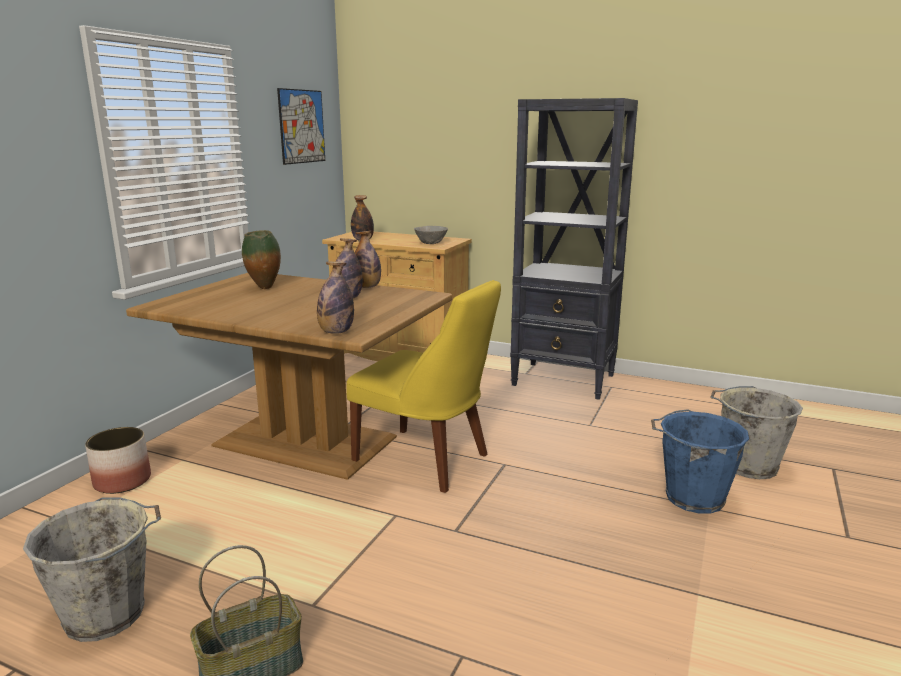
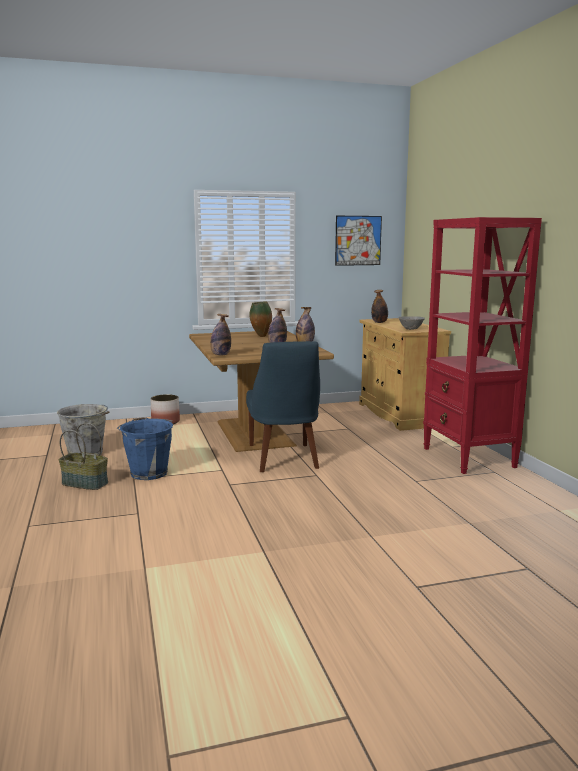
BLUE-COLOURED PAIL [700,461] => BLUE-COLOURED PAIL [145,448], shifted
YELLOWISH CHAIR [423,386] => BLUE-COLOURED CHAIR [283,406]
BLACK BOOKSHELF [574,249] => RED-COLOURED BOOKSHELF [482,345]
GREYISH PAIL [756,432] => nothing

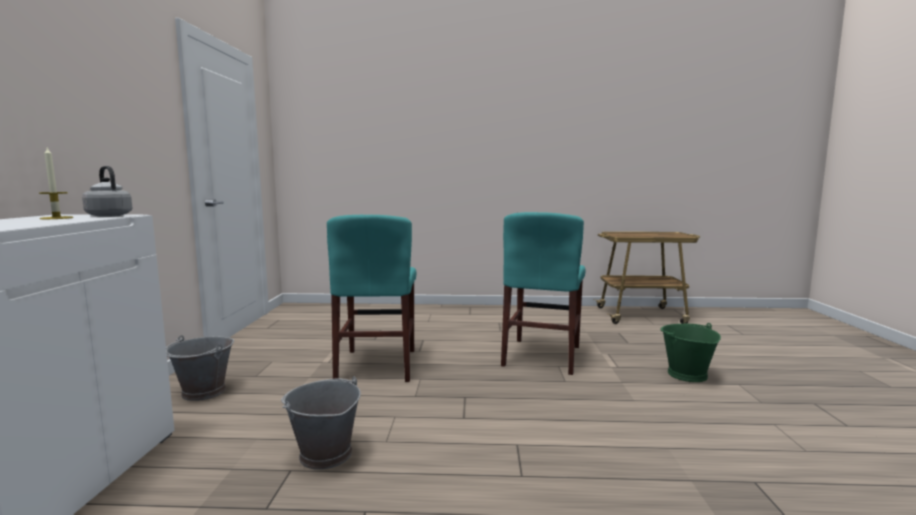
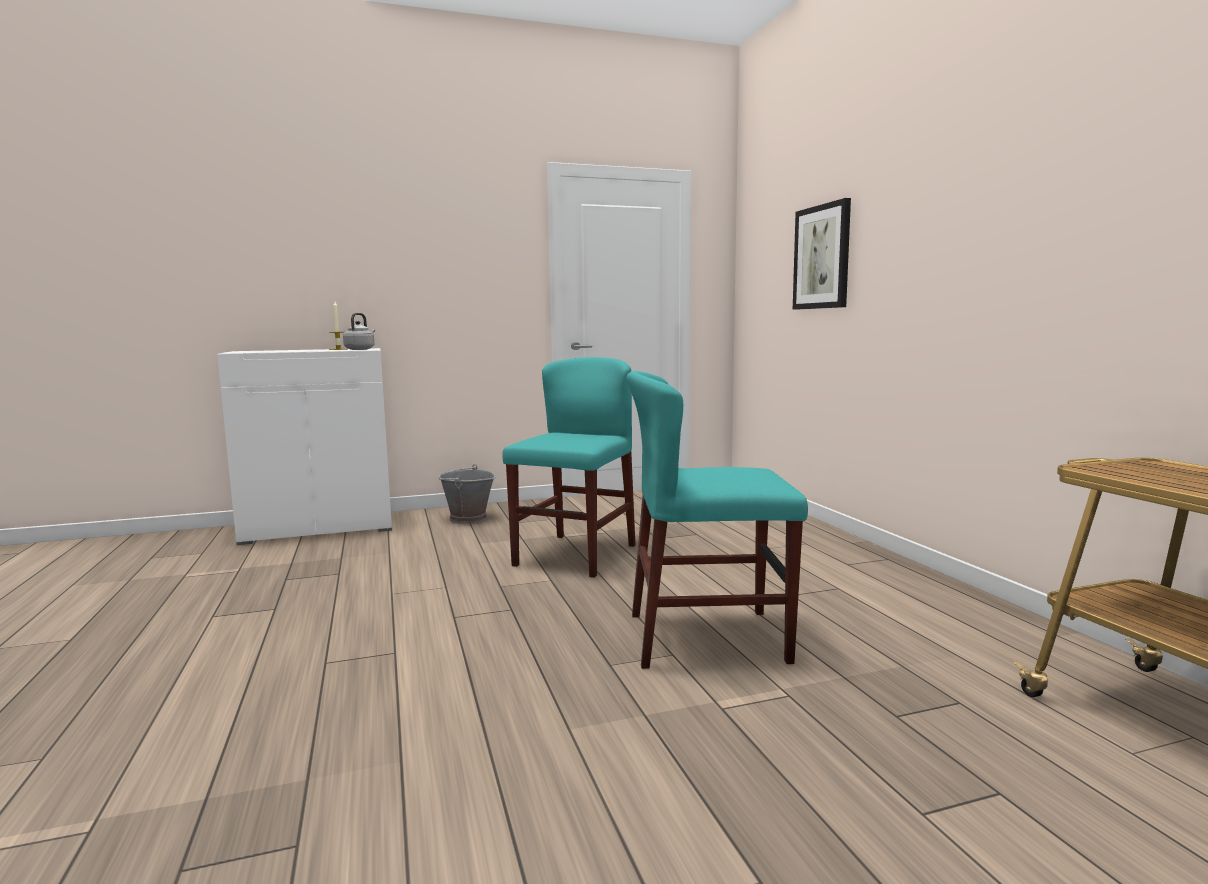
BLUE-GREEN CHAIR [371,298] => BLUE-GREEN CHAIR [568,467], 135 degrees clockwise
nothing => WALL PICTURE [822,254]
GREYISH PAIL [321,423] => nothing
GREEN PAIL [690,352] => nothing

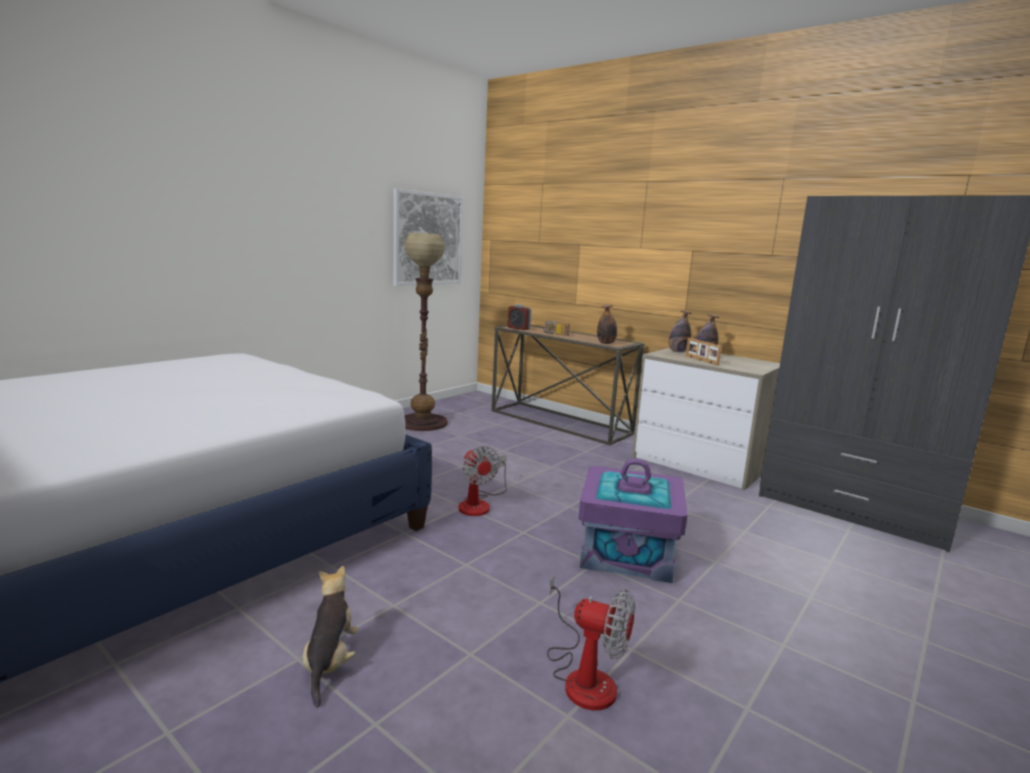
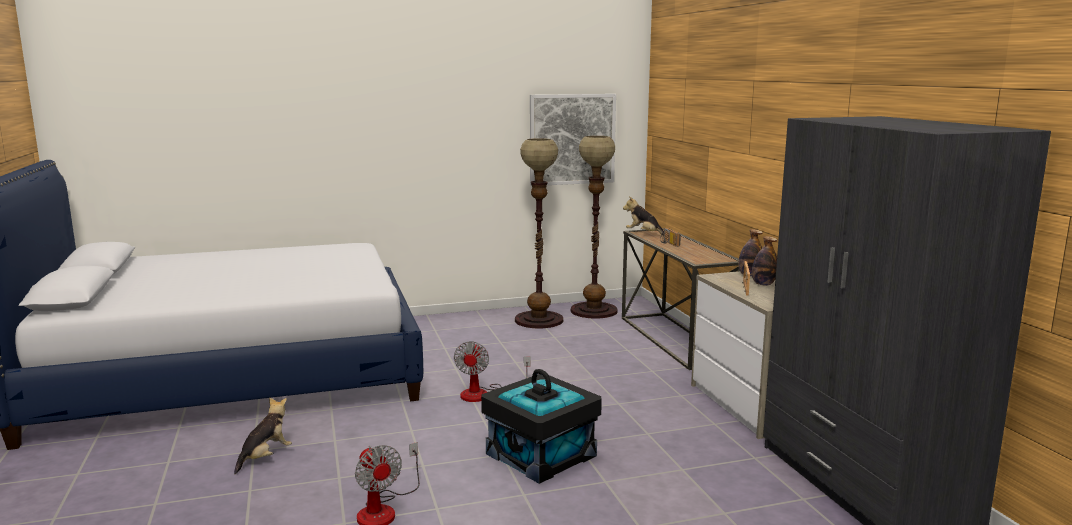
PURPLE-COLOURED STORAGE CONTAINER [633,521] => BLACK STORAGE CONTAINER [541,426]
nothing => STANDING LAMP [594,227]
BEDSIDE CLOCK [519,317] => PLUSH TOY [643,215]
BOTTLE [607,324] => nothing

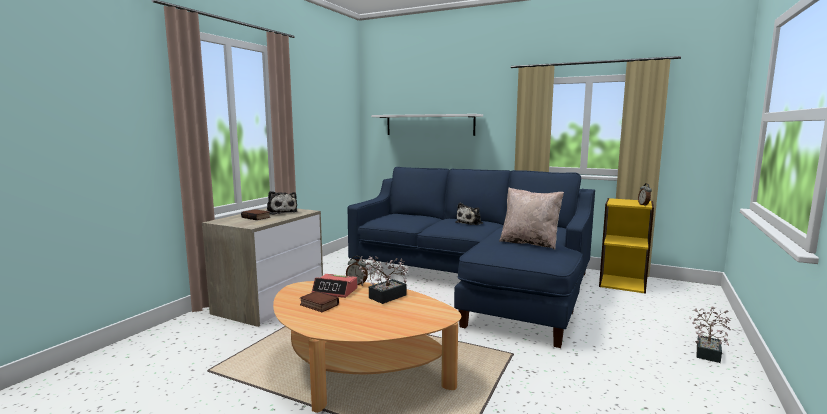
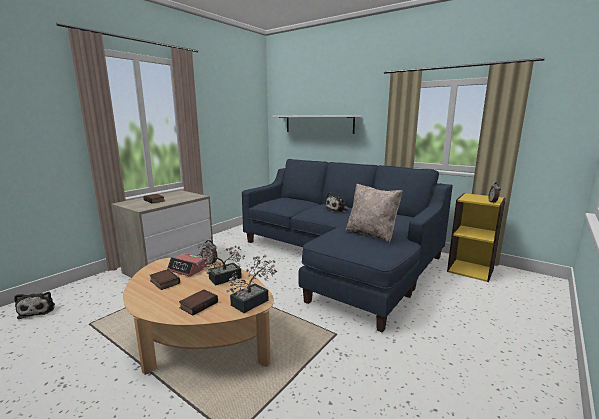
PLUSH TOY [281,203] => PLUSH TOY [34,305], shifted
nothing => BOUND BOOK [198,302]
POTTED PLANT [710,334] => POTTED PLANT [251,284], shifted

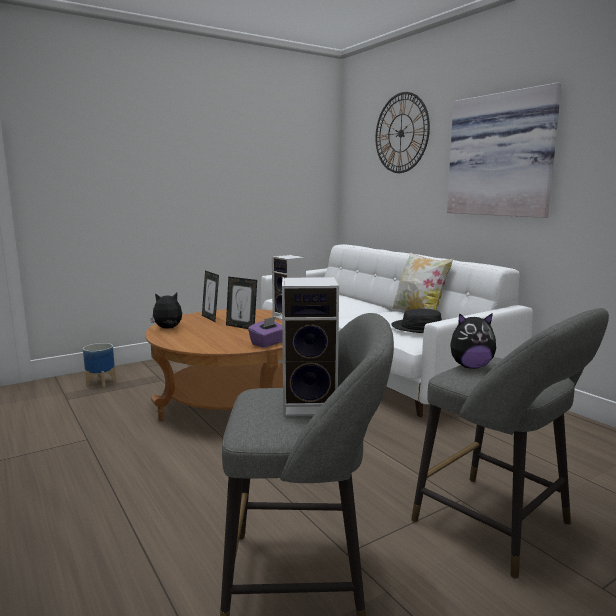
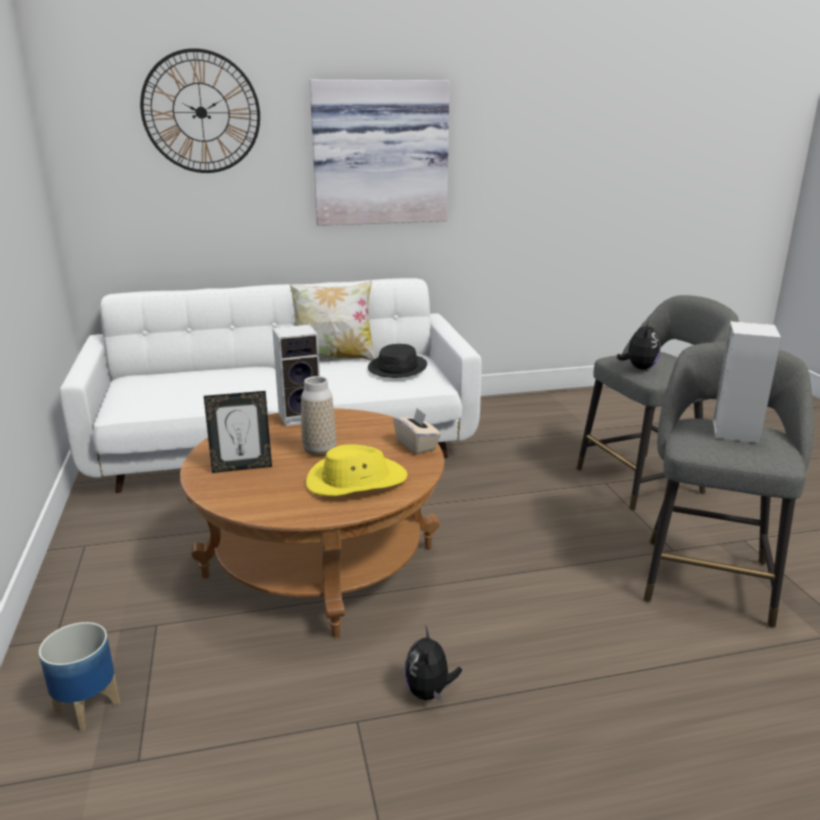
PICTURE FRAME [241,303] => FLOWER VASE [318,416]
nothing => YELLOWISH CLOTHING HAT [357,470]
PURPLE-COLOURED TISSUE BOX [265,332] => BEIGE-COLOURED TISSUE BOX [417,431]
PLUSH TOY [166,311] => PLUSH TOY [433,663], shifted

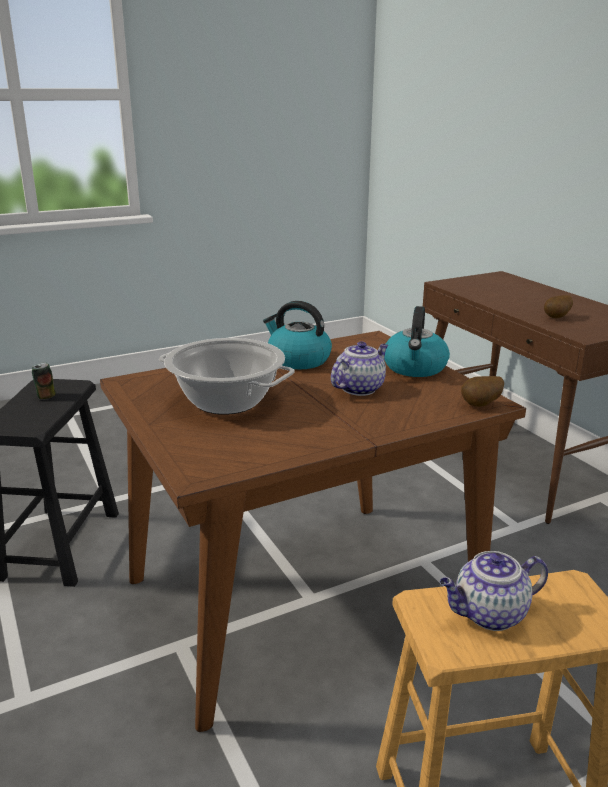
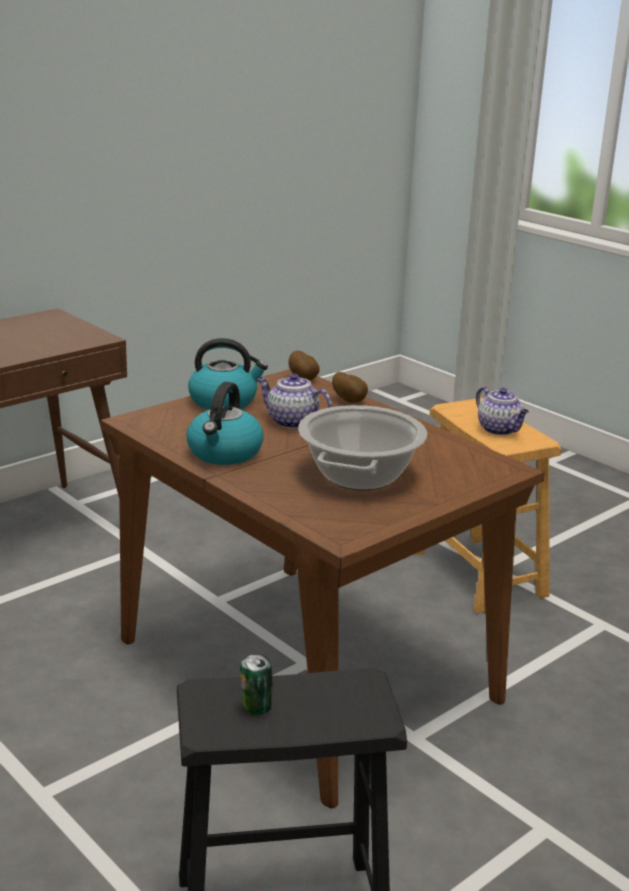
WHOLE POTATO [558,306] => WHOLE POTATO [350,387], shifted

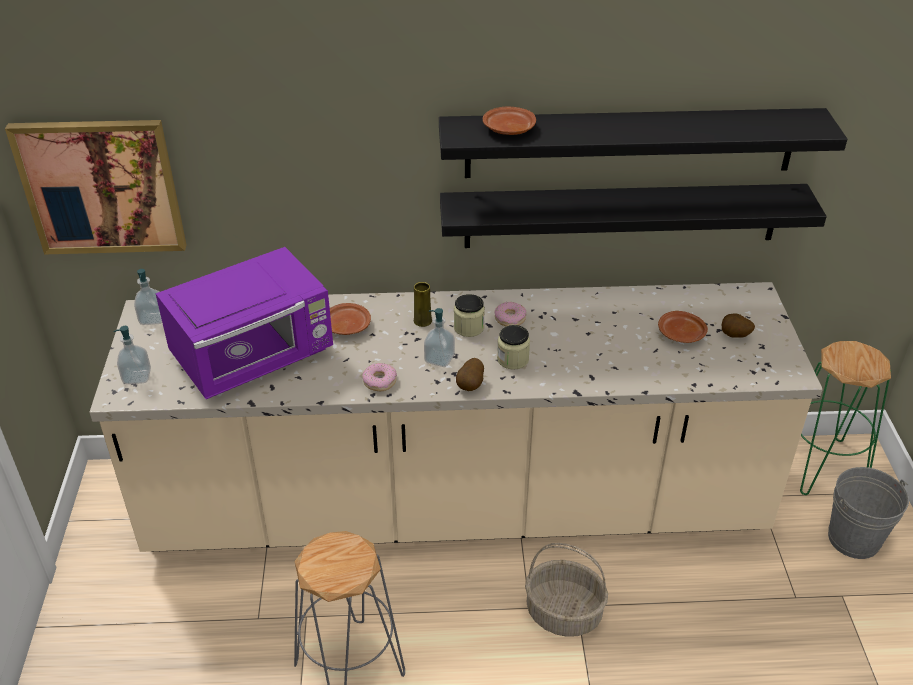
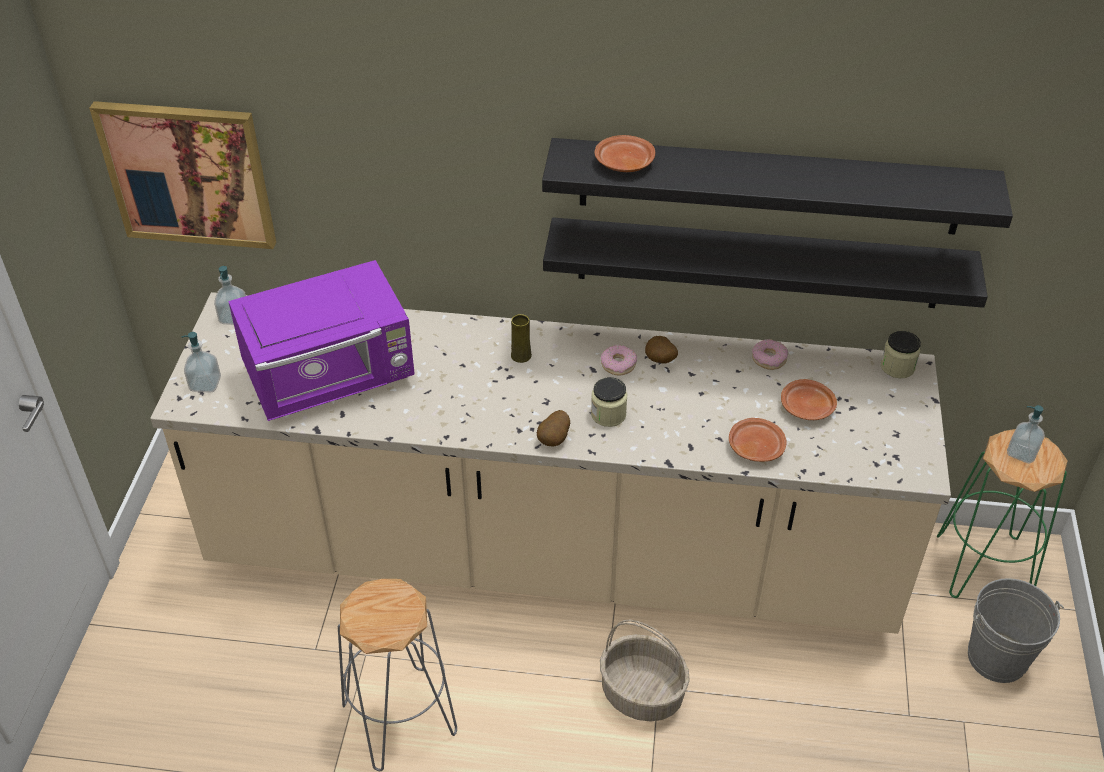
WHOLE POTATO [738,325] => WHOLE POTATO [661,350], shifted
BROWN-COLOURED DINNER PLATE [350,319] => BROWN-COLOURED DINNER PLATE [757,440], shifted
DONUT [379,377] => DONUT [770,354], shifted
STORAGE JAR [469,315] => STORAGE JAR [901,354], shifted
SOAP DISPENSER [439,337] => SOAP DISPENSER [1026,434], shifted

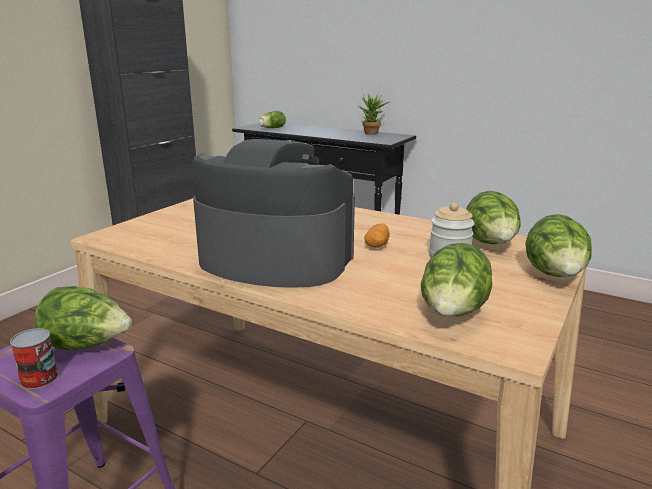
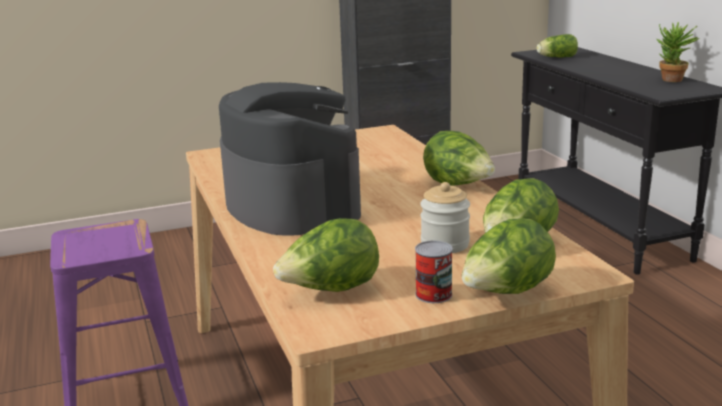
SEALED CAN [34,358] => SEALED CAN [434,272], shifted
LETTUCE HEAD [83,318] => LETTUCE HEAD [459,158], shifted
WHOLE POTATO [377,235] => nothing

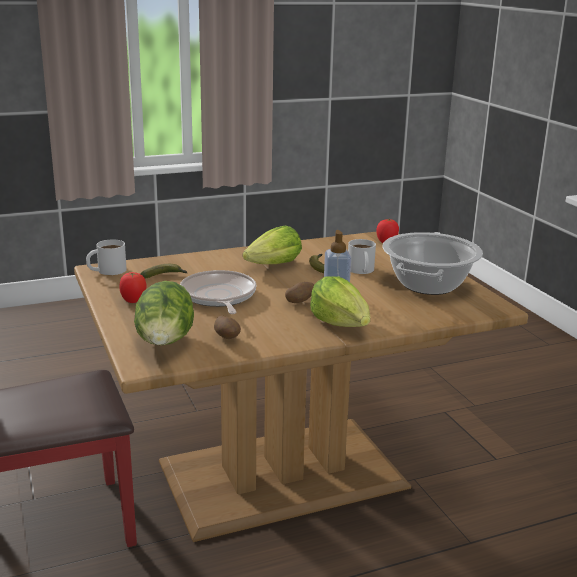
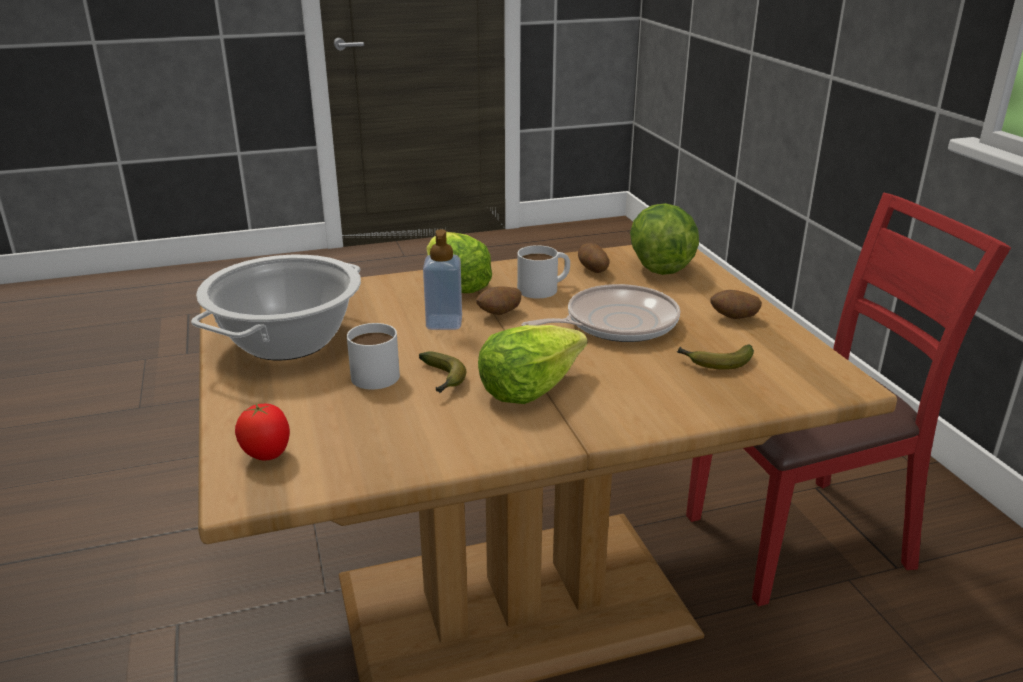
WHITISH TEA MUG [106,257] => WHITISH TEA MUG [543,271], shifted
SKILLET [218,292] => SKILLET [600,313], 105 degrees counterclockwise
FRESH TOMATO [132,287] => WHOLE POTATO [736,304]

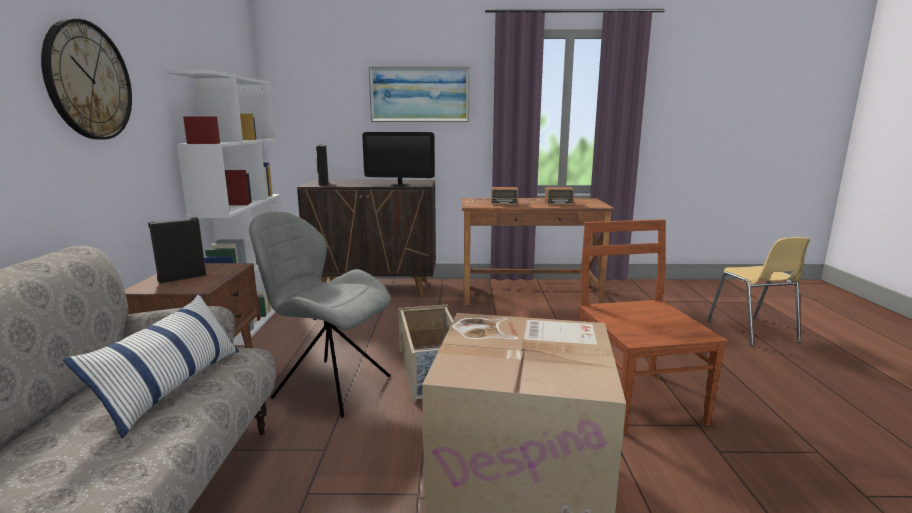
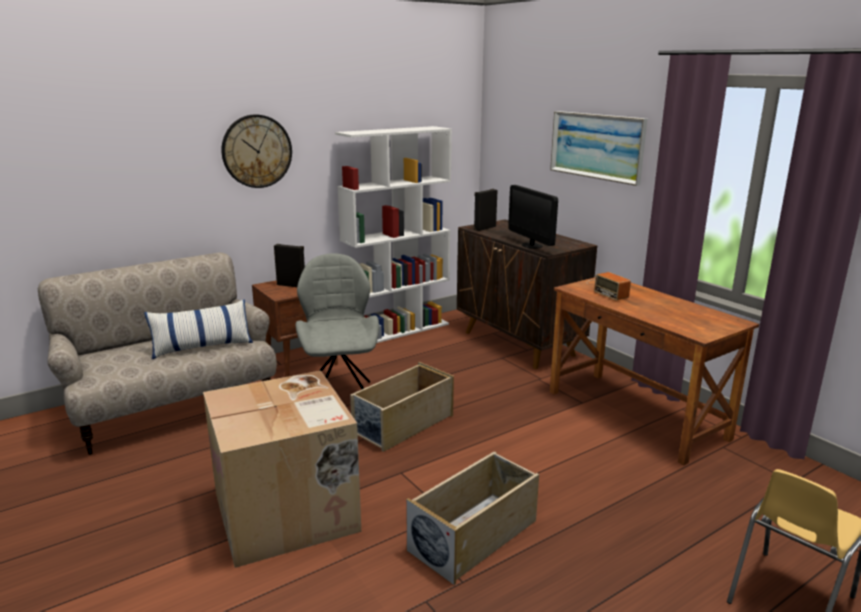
BROWN-COLOURED CHAIR [653,326] => BEIGE-COLOURED STORAGE CONTAINER [472,518]
RADIO SET [546,196] => nothing

